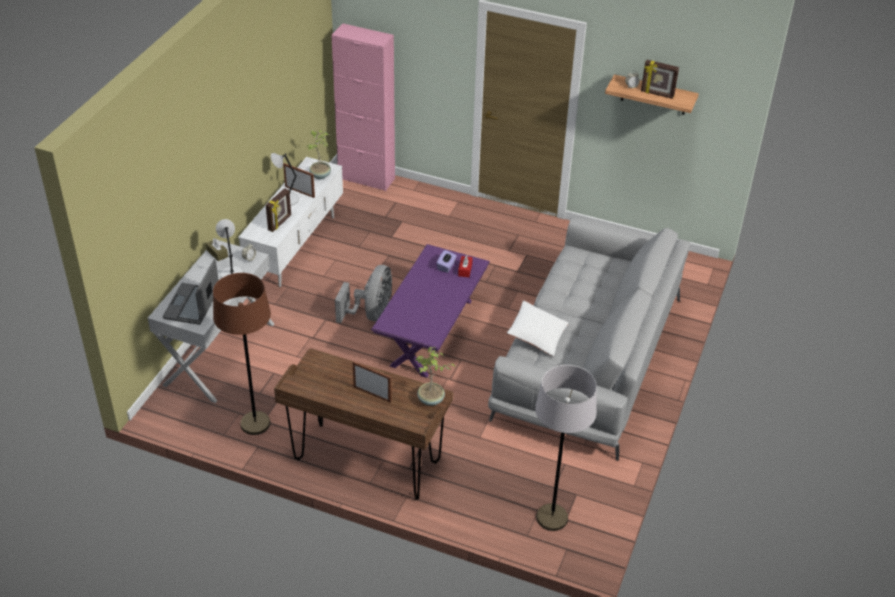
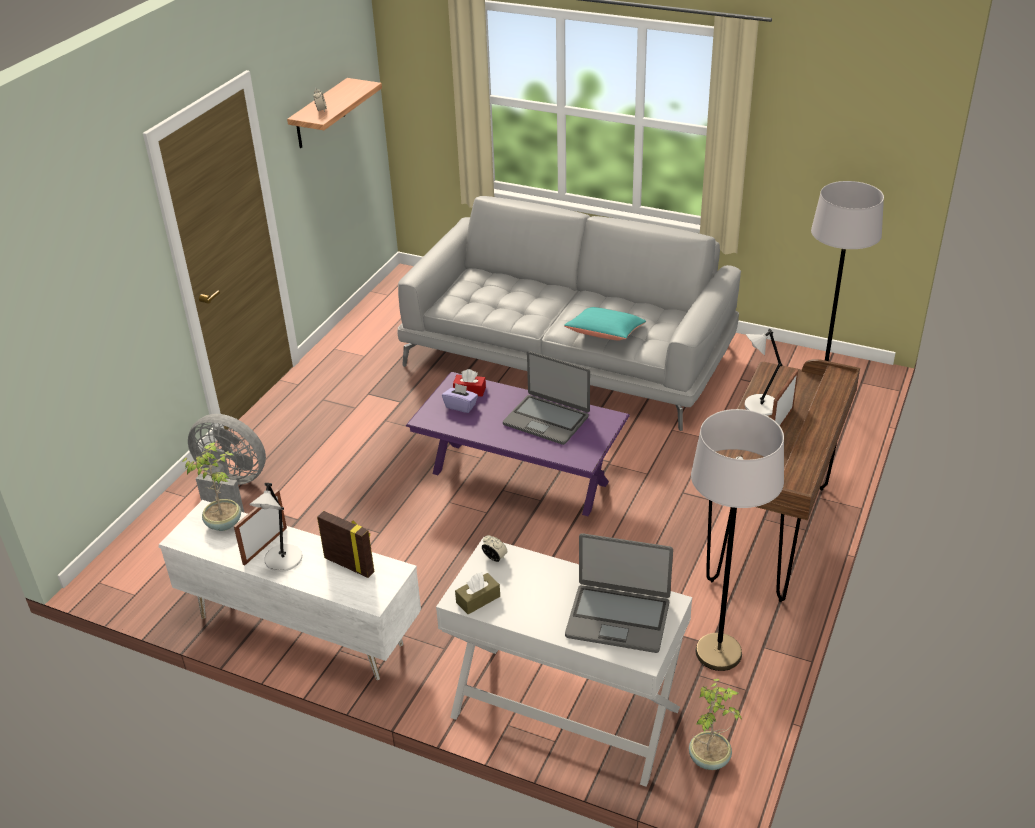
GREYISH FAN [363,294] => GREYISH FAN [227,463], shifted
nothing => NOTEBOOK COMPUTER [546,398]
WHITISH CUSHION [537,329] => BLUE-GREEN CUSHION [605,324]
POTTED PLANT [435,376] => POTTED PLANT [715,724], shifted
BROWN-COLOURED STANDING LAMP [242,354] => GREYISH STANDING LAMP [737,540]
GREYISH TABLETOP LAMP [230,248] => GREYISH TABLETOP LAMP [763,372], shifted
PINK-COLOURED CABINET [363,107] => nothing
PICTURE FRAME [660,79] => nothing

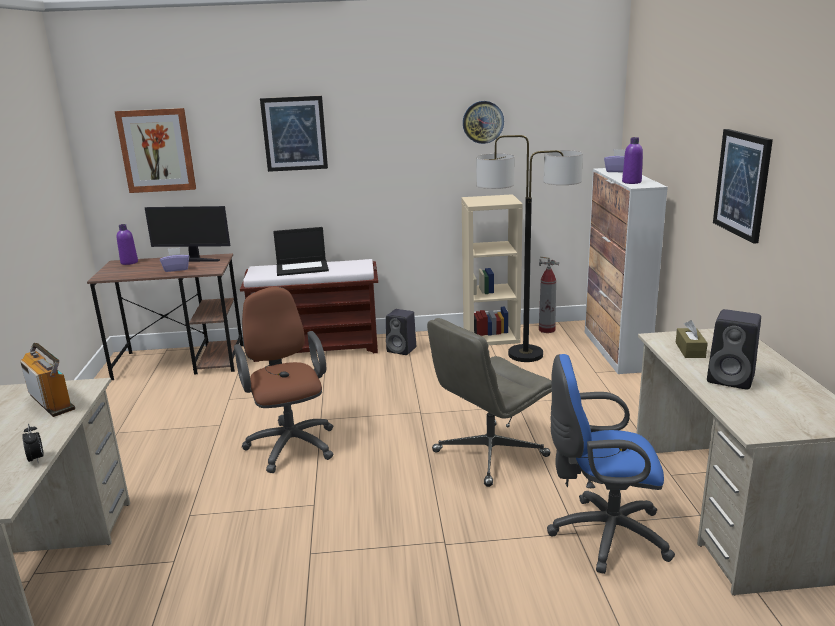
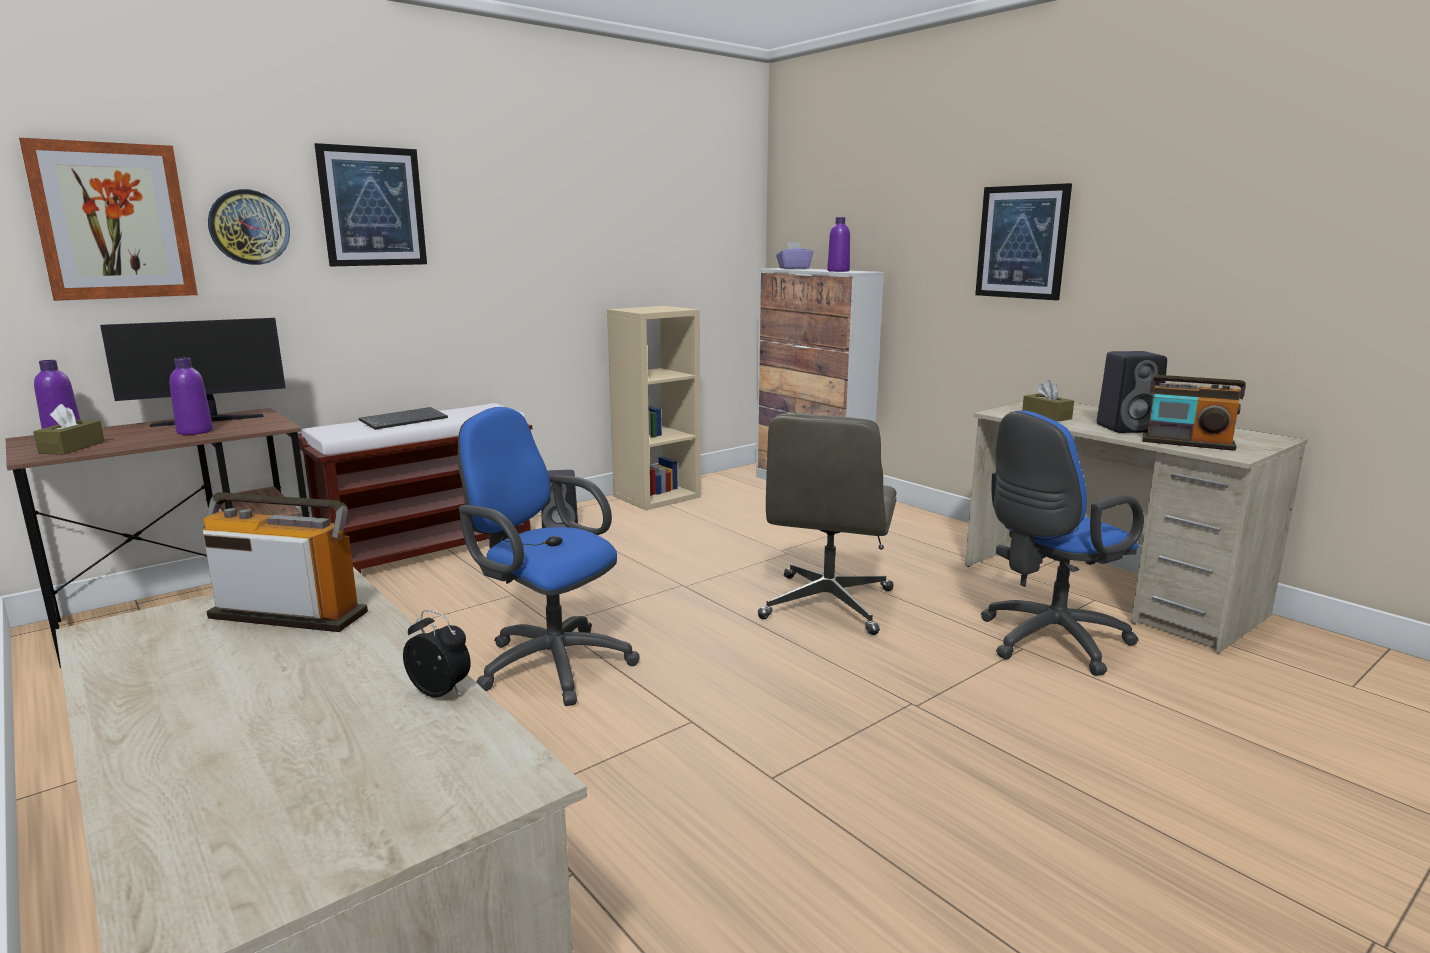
nothing => BROWN-COLOURED TISSUE BOX [69,429]
PURPLE-COLOURED TISSUE BOX [174,260] => PURPLE-COLOURED BOTTLE [191,396]
HANGING CLOCK [483,122] => HANGING CLOCK [249,227], shifted
NOTEBOOK COMPUTER [301,251] => KEYBOARD [403,418]
BROWN-COLOURED COMPUTER CHAIR [284,380] => BLUE-COLOURED COMPUTER CHAIR [548,556]
nothing => RADIO SET [1194,413]
STANDING LAMP [529,248] => nothing
FIRE EXTINGUISHER [549,295] => nothing

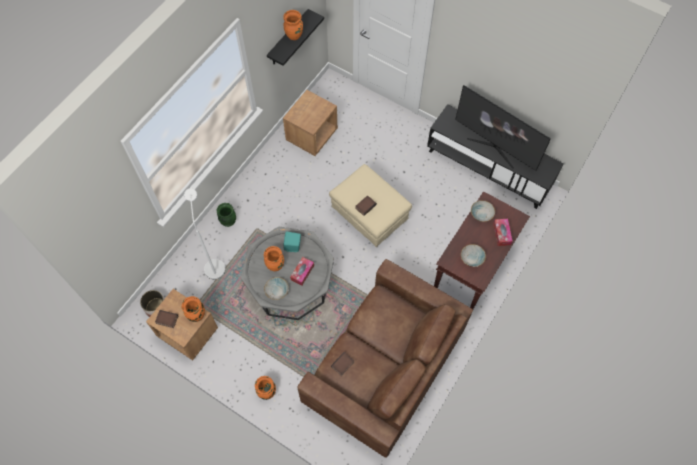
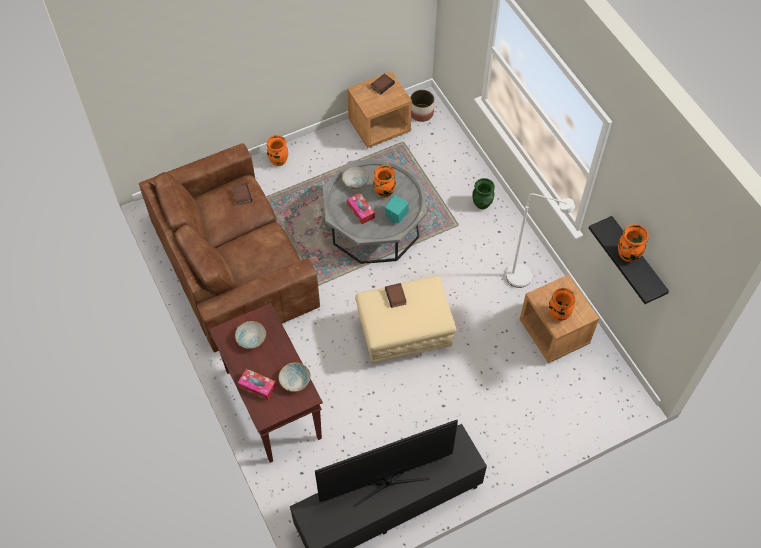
WHITISH STANDING LAMP [204,233] => WHITISH STANDING LAMP [540,240], shifted
ORANGEY FLOWER VASE [193,309] => ORANGEY FLOWER VASE [562,304], shifted

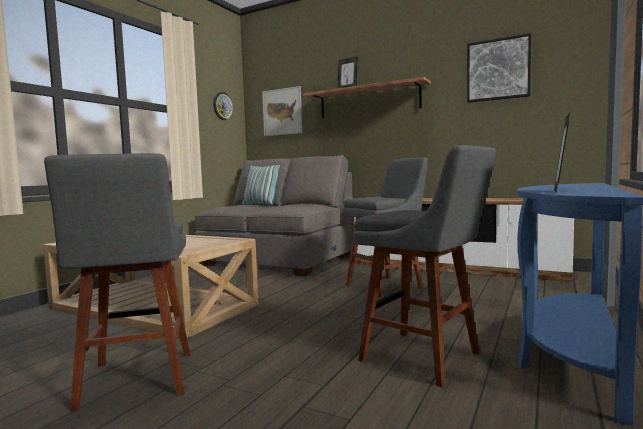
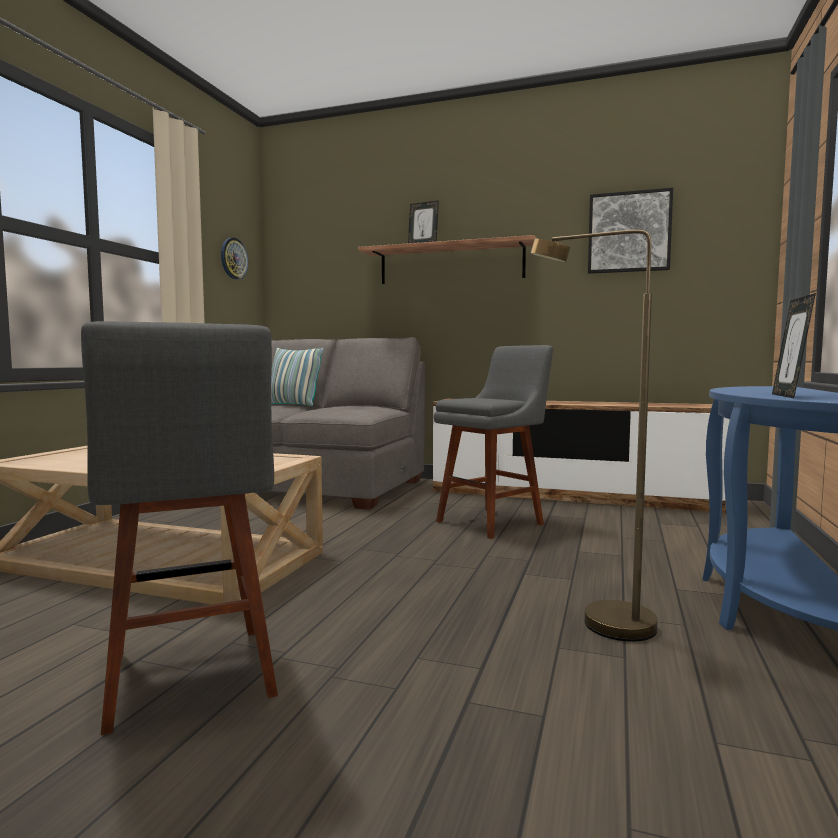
GREYISH STOOL [424,266] => BROWN-COLOURED STANDING LAMP [594,436]
WALL PICTURE [282,111] => nothing

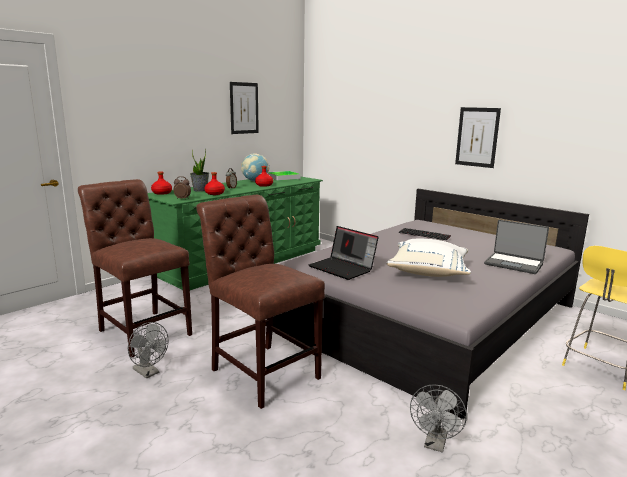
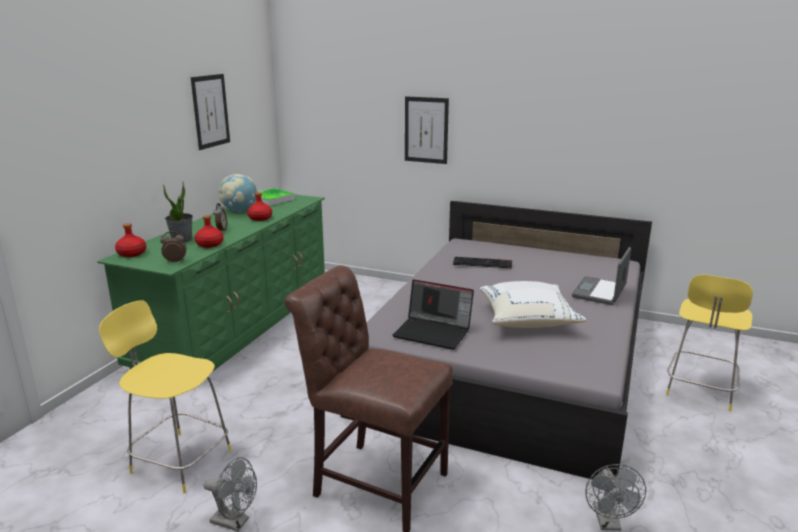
BROWN-COLOURED CHAIR [135,268] => YELLOWISH STOOL [165,396]
WALL PICTURE [478,137] => WALL PICTURE [427,130], shifted
NOTEBOOK COMPUTER [516,247] => NOTEBOOK COMPUTER [601,276], 105 degrees clockwise

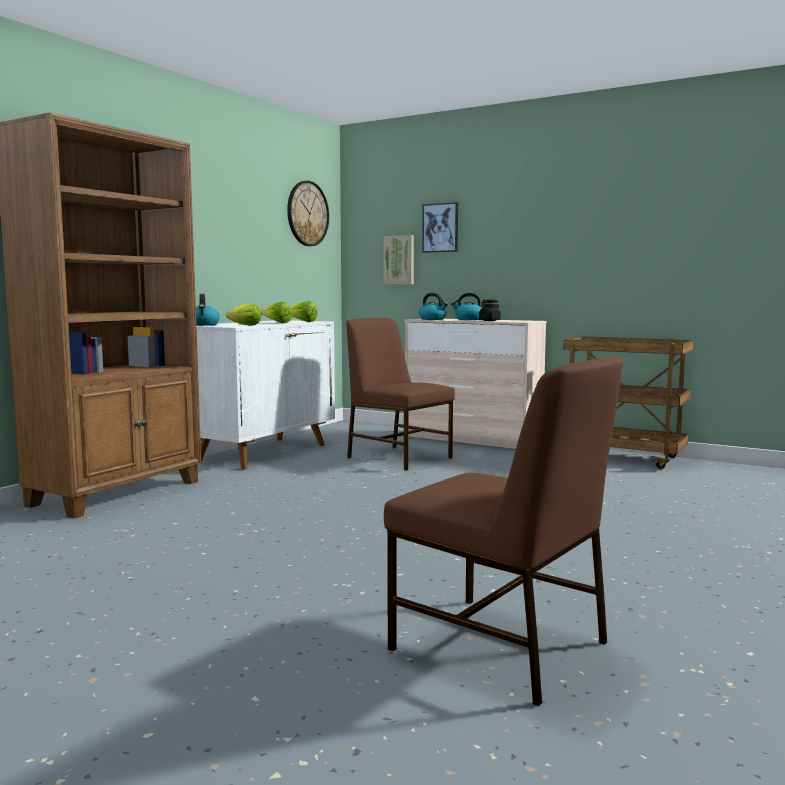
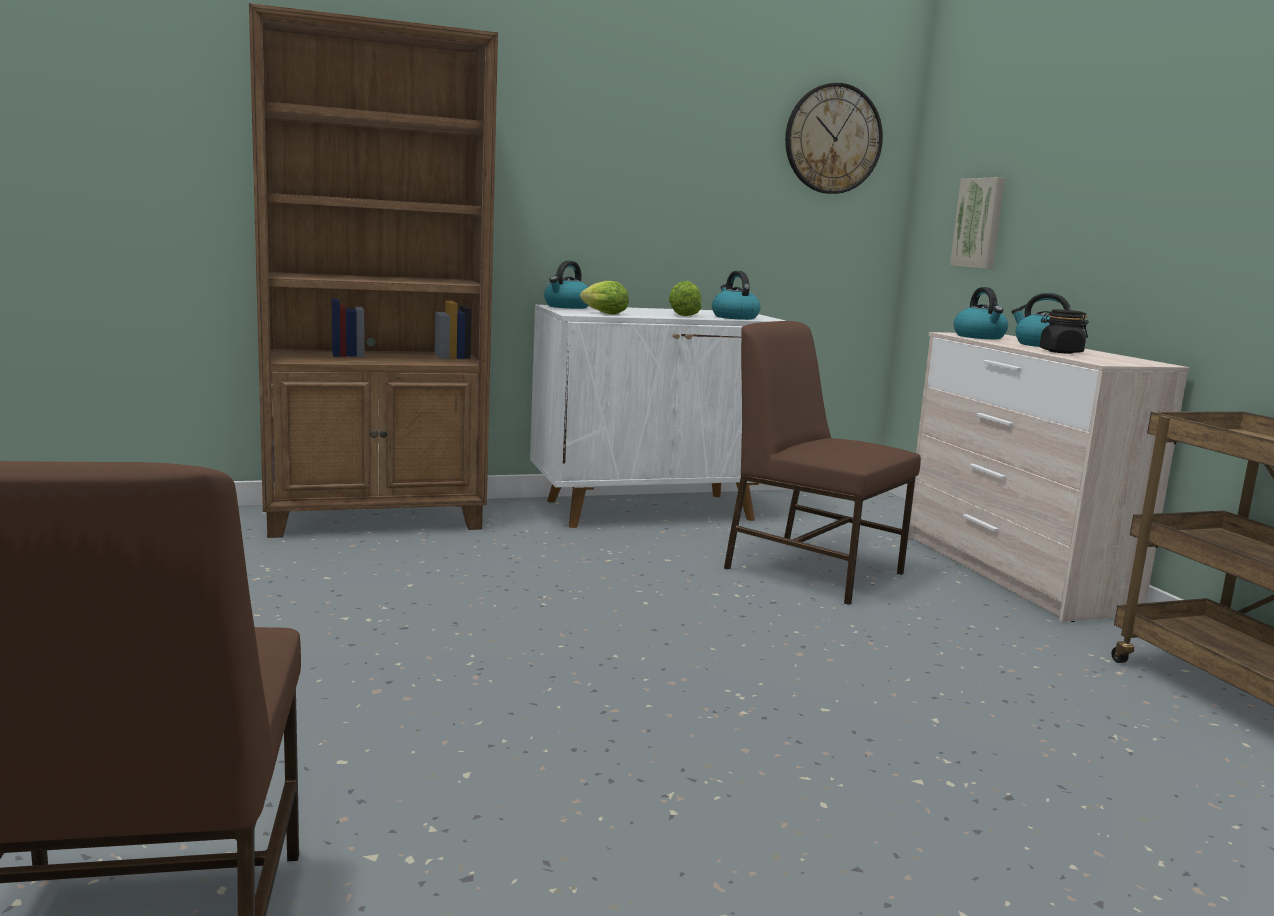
LETTUCE HEAD [304,311] => KETTLE [736,295]
BROWN-COLOURED CHAIR [401,394] => BROWN-COLOURED CHAIR [822,463], 45 degrees counterclockwise
WALL PICTURE [440,227] => nothing

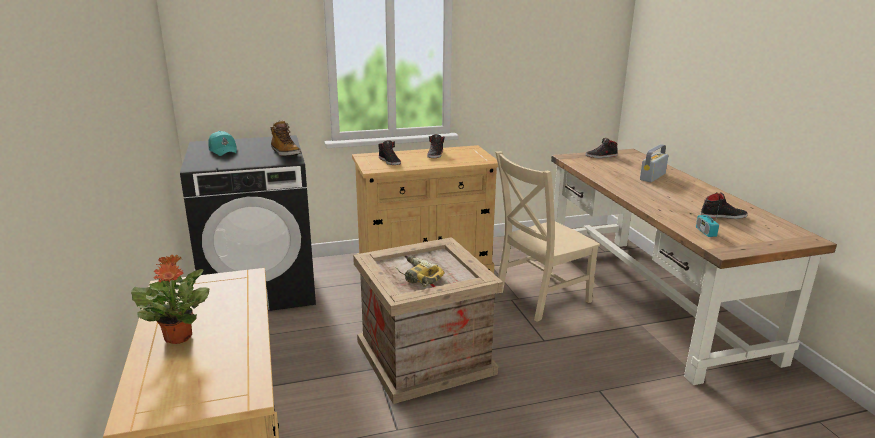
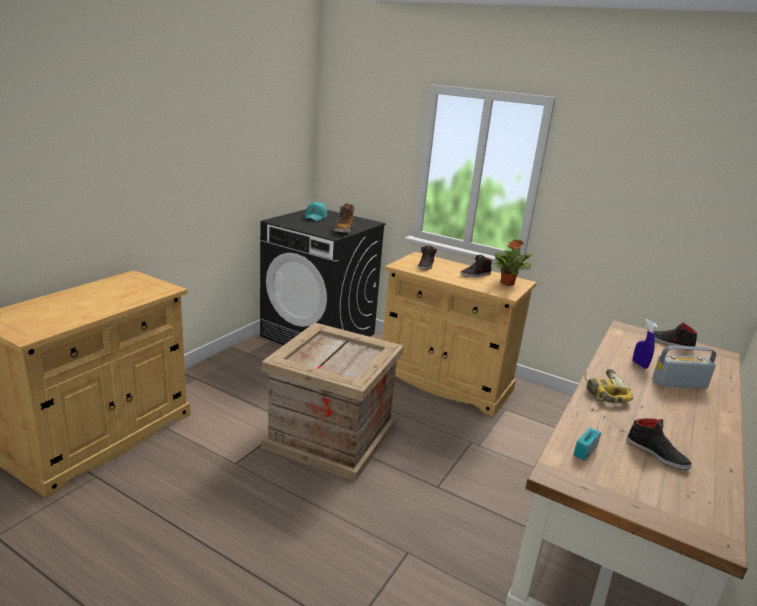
POTTED PLANT [170,299] => POTTED PLANT [513,262], shifted
POWER DRILL [420,271] => POWER DRILL [609,385], shifted
nothing => BLUE-COLOURED SPRAYER [645,344]
BEIGE-COLOURED CHAIR [547,236] => nothing

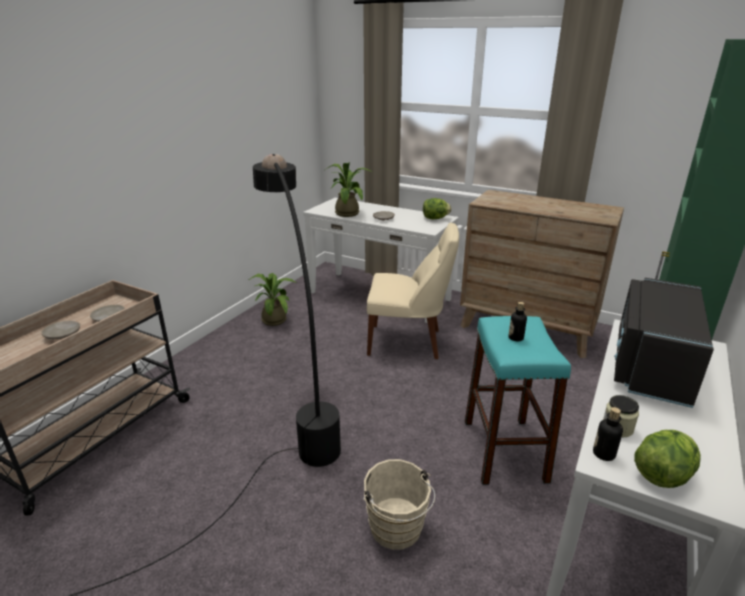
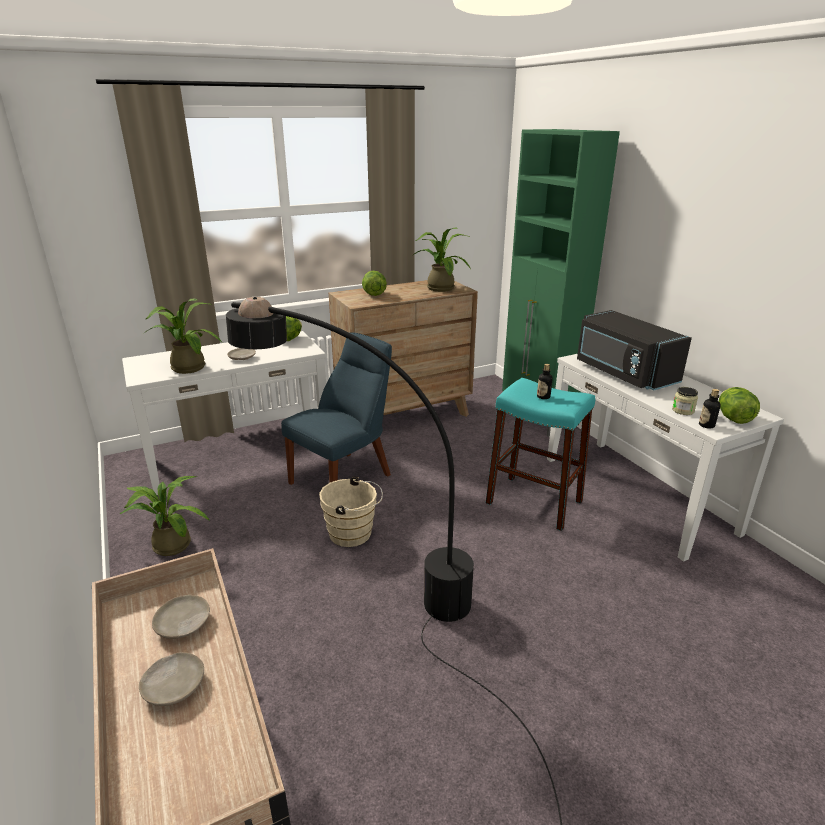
BEIGE-COLOURED CHAIR [413,291] => BLUE-COLOURED CHAIR [336,408]
BEIGE-COLOURED PAIL [399,504] => BEIGE-COLOURED PAIL [351,511], shifted
nothing => LETTUCE HEAD [374,283]
nothing => POTTED PLANT [441,260]

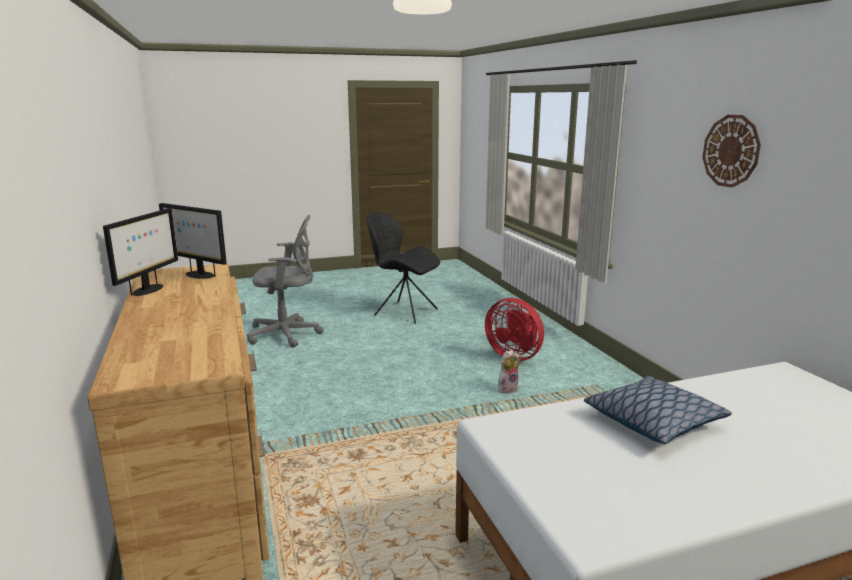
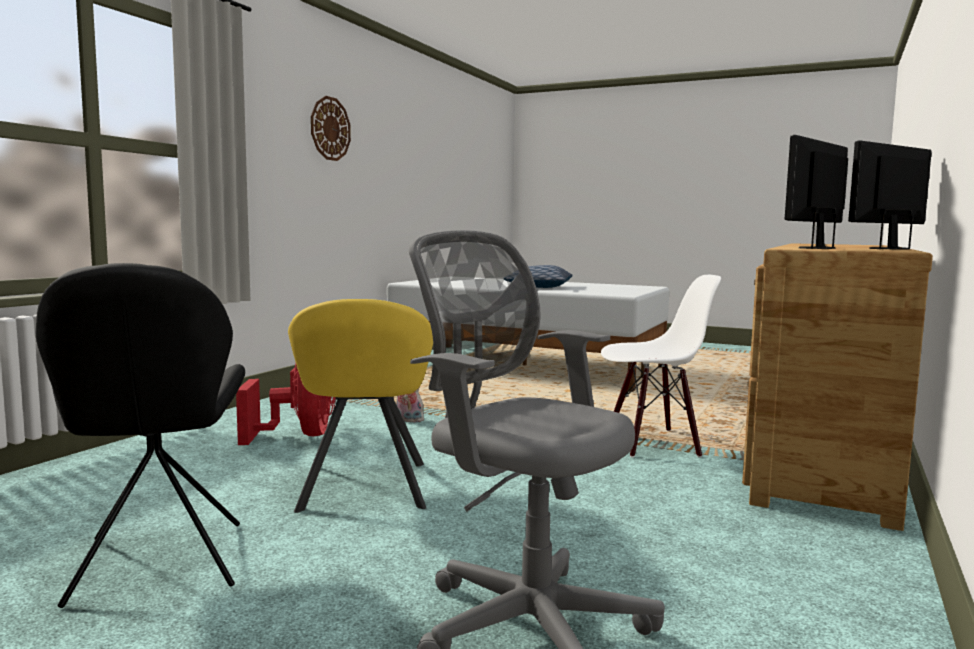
nothing => YELLOWISH LOUNGE CHAIR [360,406]
nothing => WHITISH CHAIR [661,366]
COMPUTER SCREEN [193,241] => COMPUTER SCREEN [816,192], 120 degrees counterclockwise

